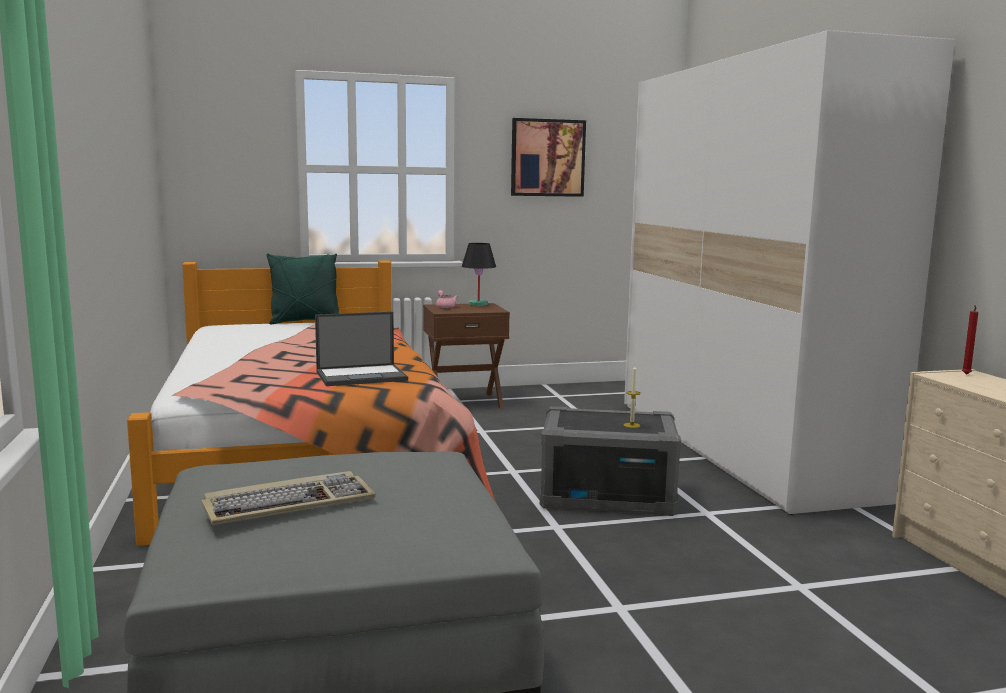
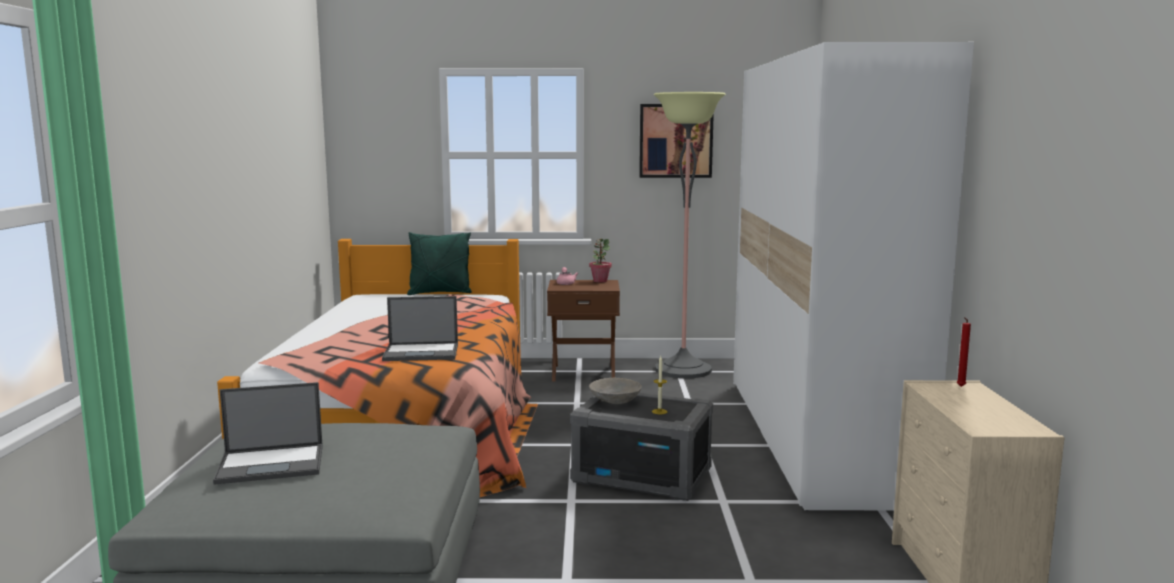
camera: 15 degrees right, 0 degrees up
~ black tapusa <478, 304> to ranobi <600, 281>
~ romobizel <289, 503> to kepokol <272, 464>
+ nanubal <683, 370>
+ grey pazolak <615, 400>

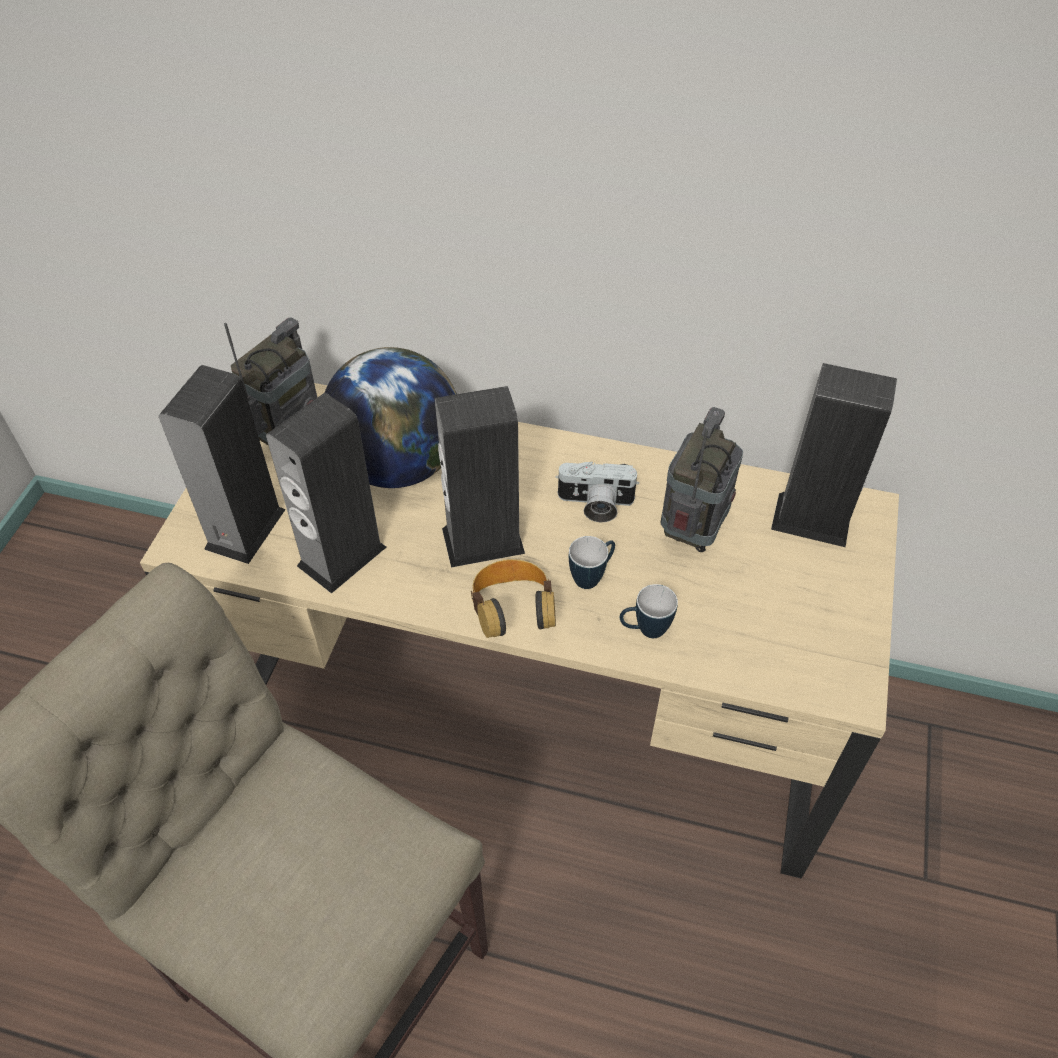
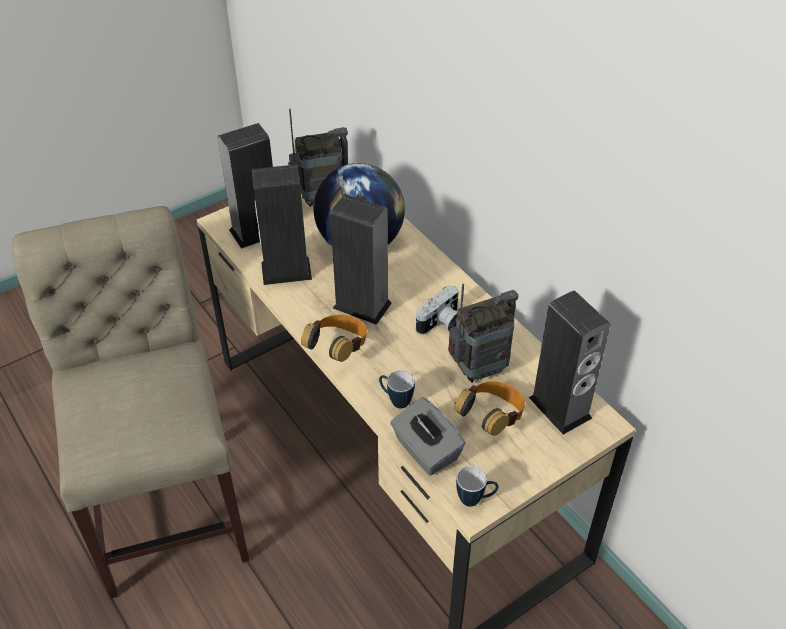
camera: 40 degrees right, 5 degrees down
~ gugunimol <595, 505> = <441, 323> 90 degrees counterclockwise
~ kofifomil <592, 576> to <475, 499>
+ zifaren <491, 418>
+ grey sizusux <426, 450>

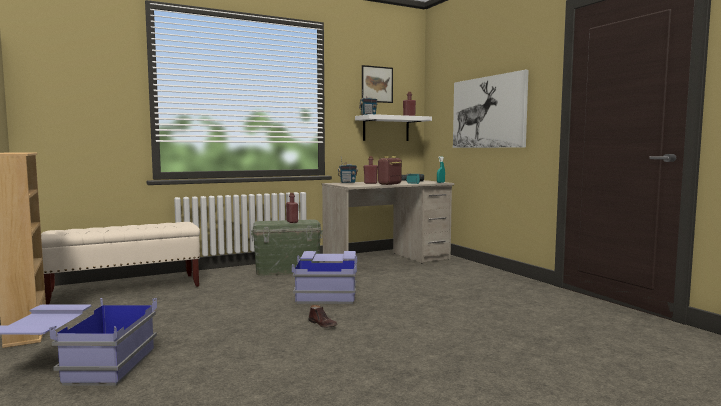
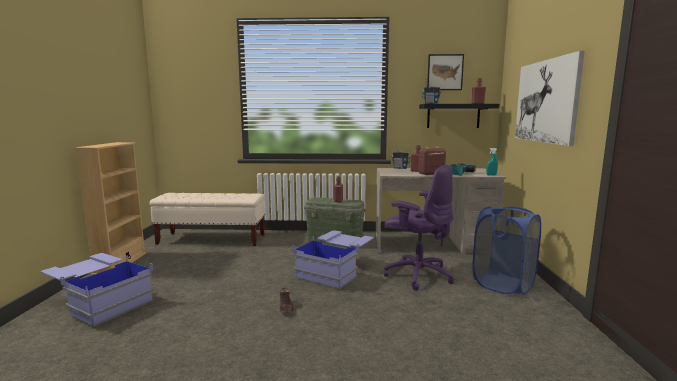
camera: 30 degrees right, 5 degrees up
~ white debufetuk <386, 128> to black debufetuk <453, 116>
+ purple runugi <417, 275>
+ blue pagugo <503, 284>

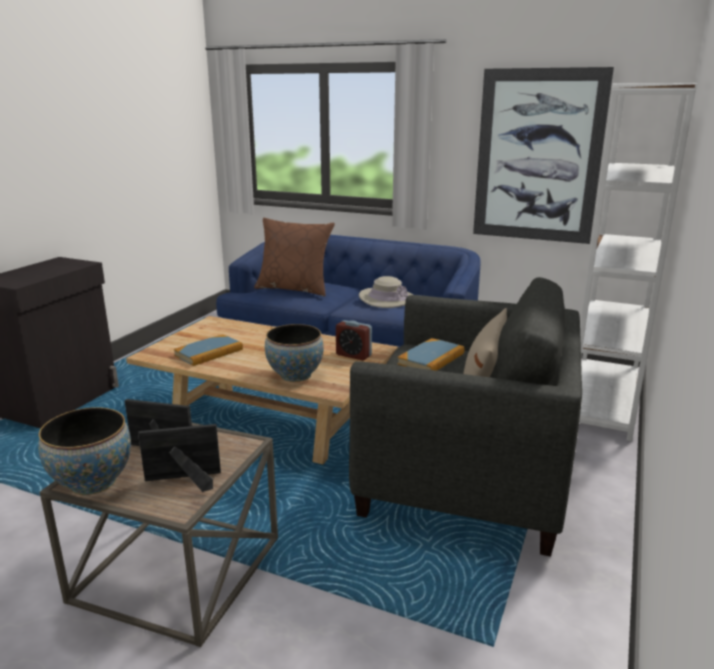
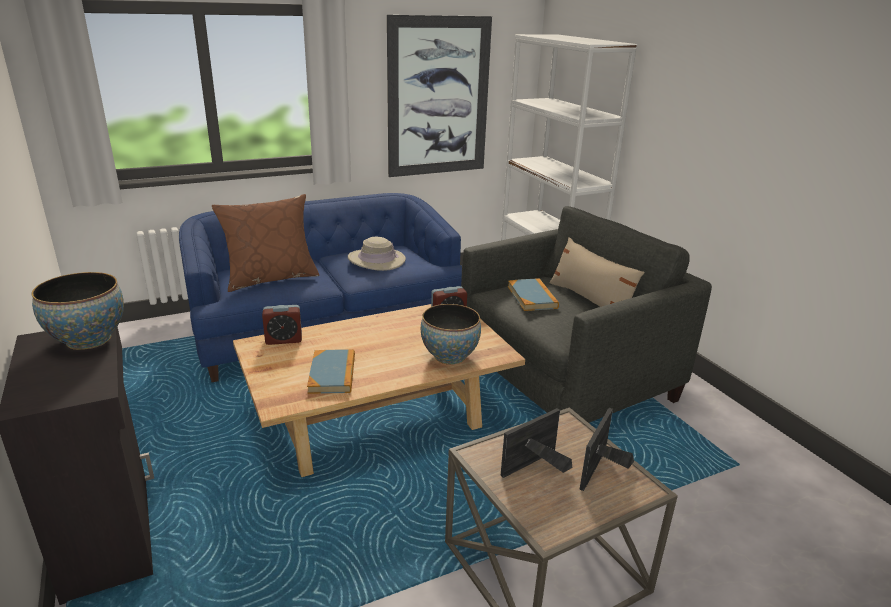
camera: 50 degrees left, 5 degrees up
~ pazolak <93, 482> to <88, 340>
+ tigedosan <284, 340>

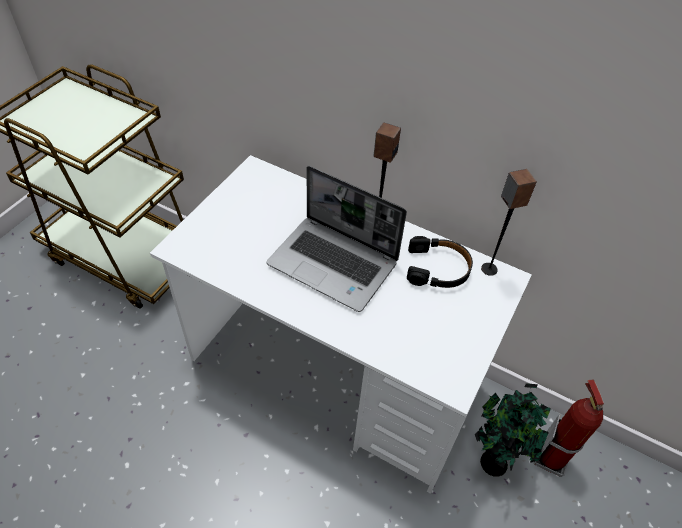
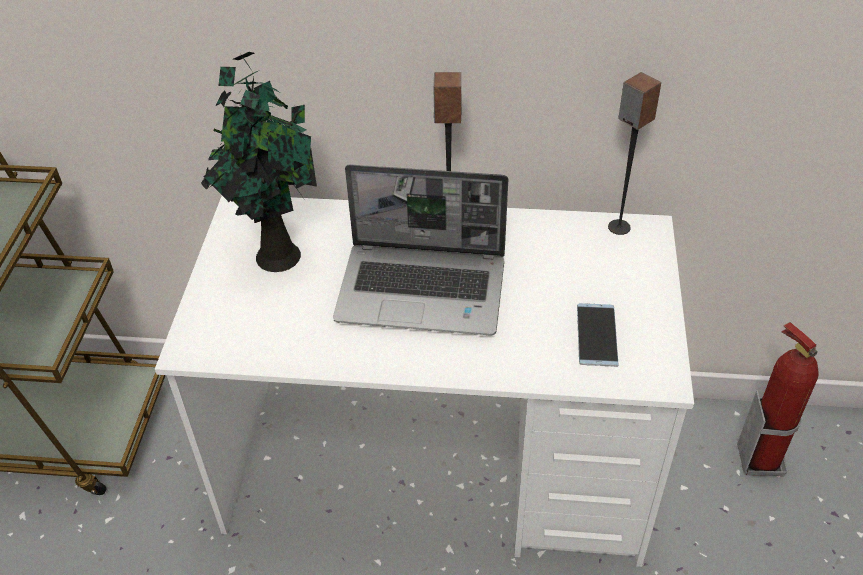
camera: 20 degrees left, 5 degrees down
- black zifaren <438, 268>
~ ranobi <493, 460> to <276, 253>
+ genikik <596, 335>

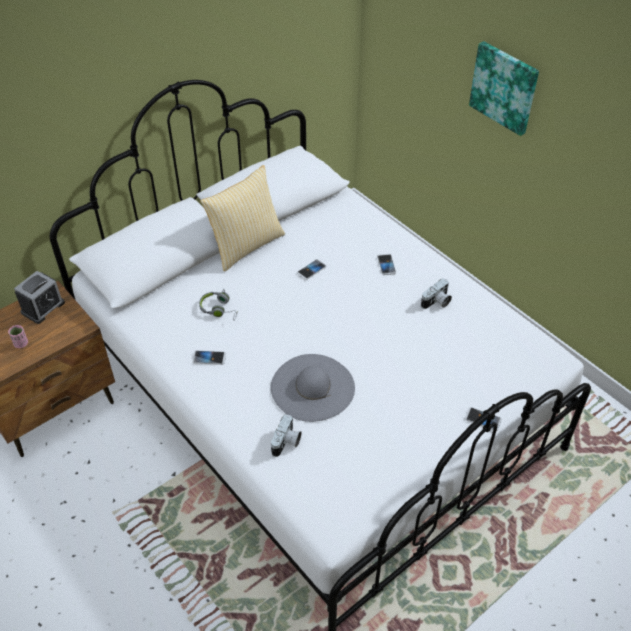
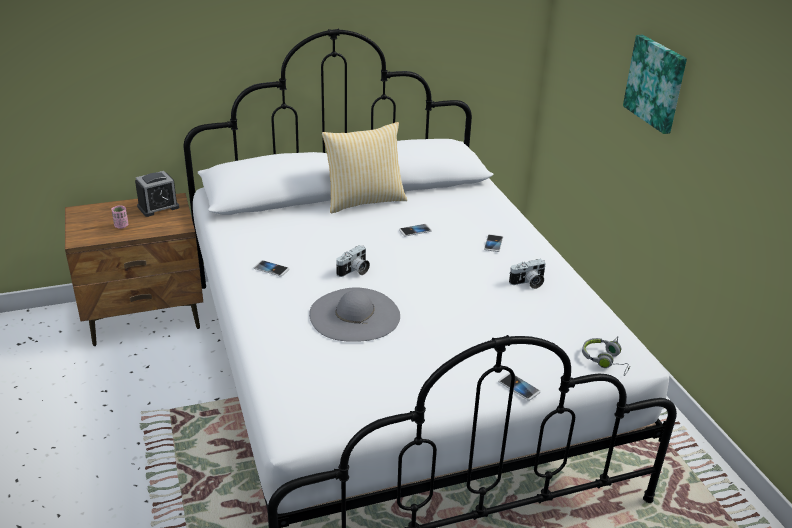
camera: 20 degrees right, 15 degrees down
~ grey zifaren <219, 309> to <605, 361>
~ gugunimol <287, 443> to <354, 271>

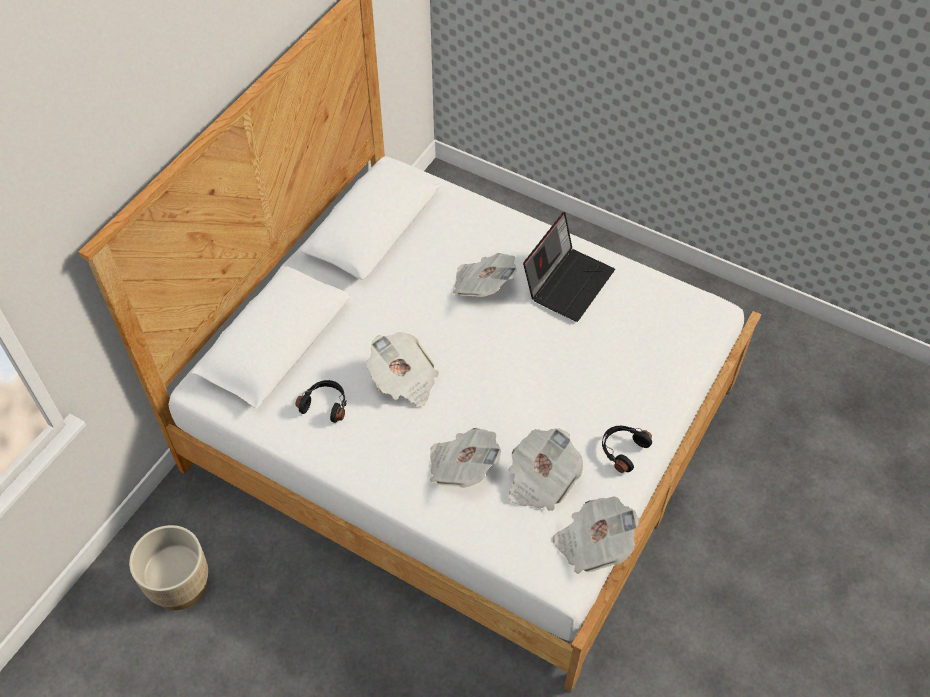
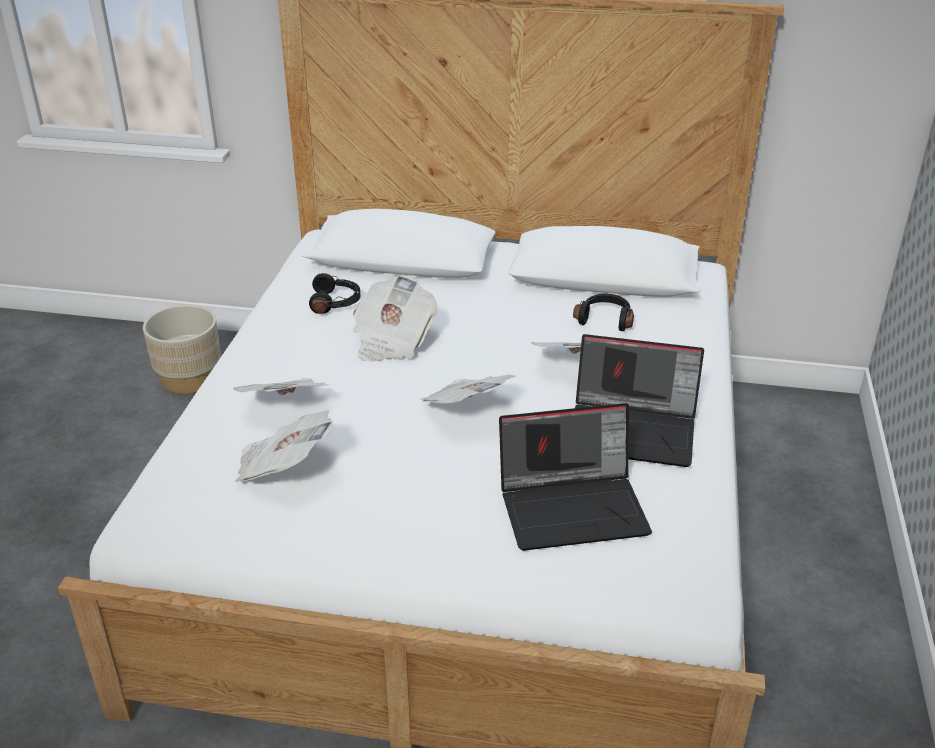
camera: 70 degrees right, 20 degrees down
~ black zifaren <622, 450> to <605, 319>
~ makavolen <593, 544> to <467, 409>
+ kepokol <574, 507>

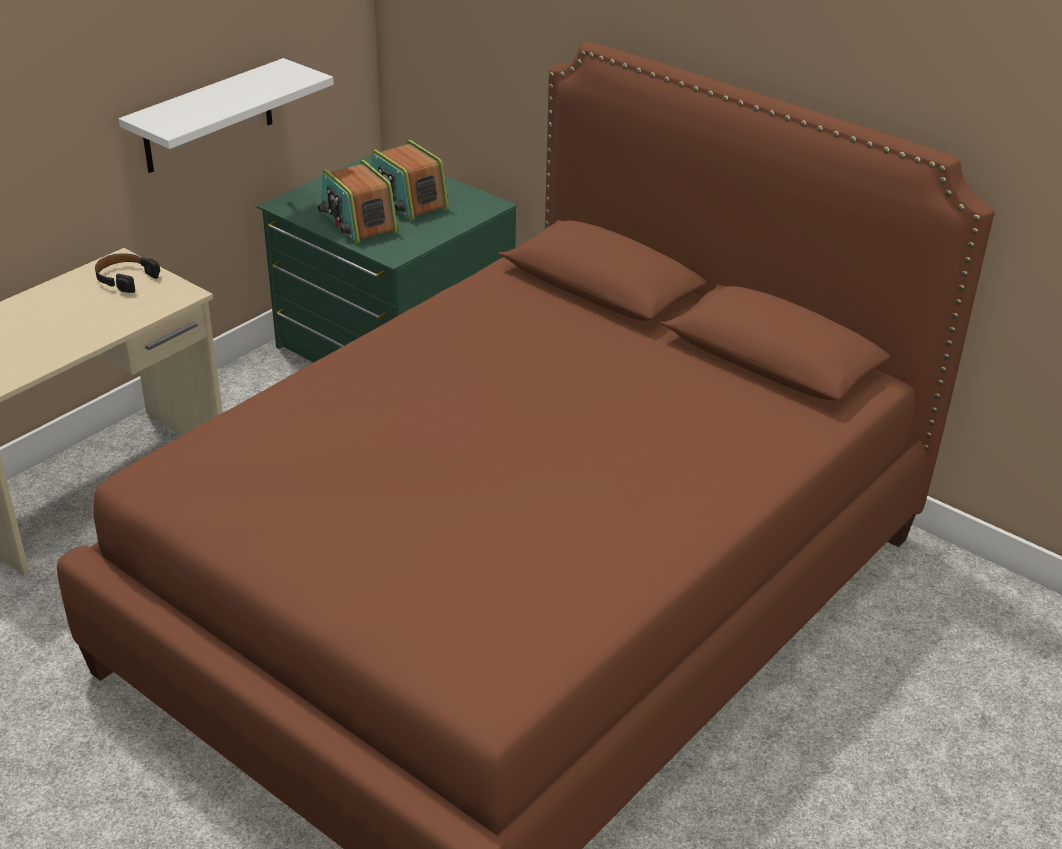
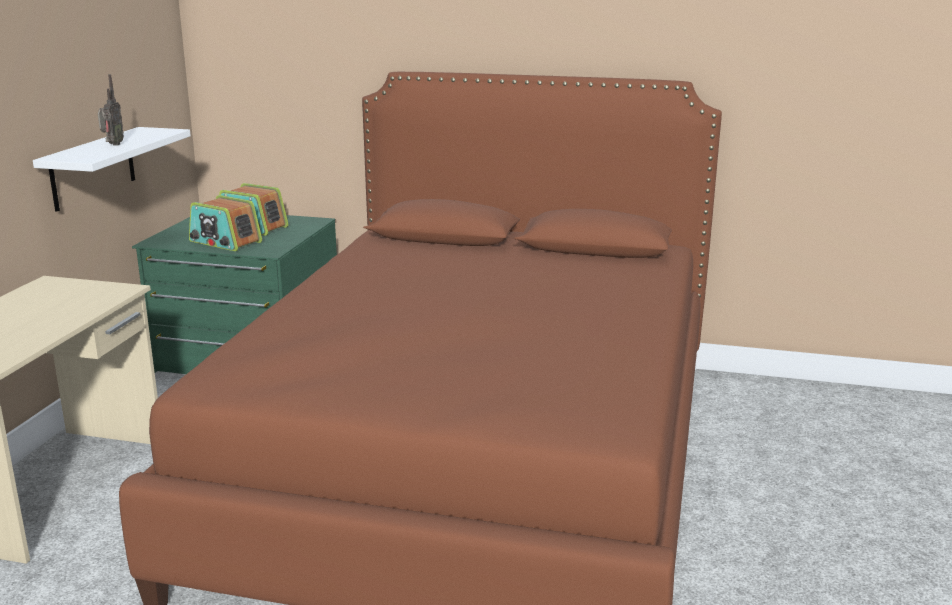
camera: 25 degrees left, 15 degrees down
- black zifaren <125, 278>
+ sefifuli <112, 145>

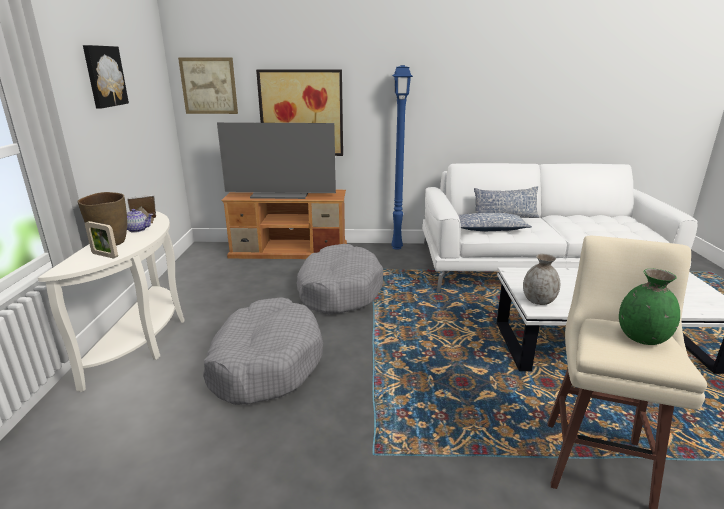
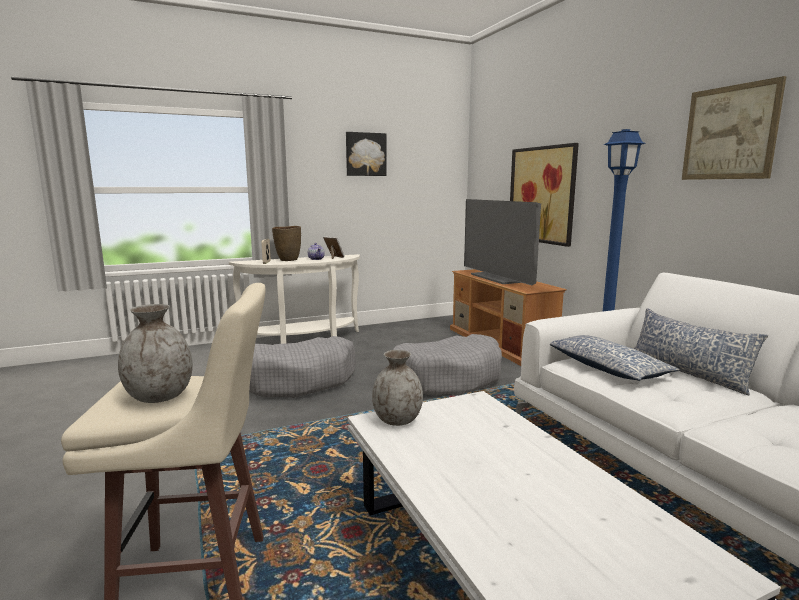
camera: 65 degrees right, 10 degrees down
~ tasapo <209, 86> to <729, 133>
~ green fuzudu <642, 338> to grey fuzudu <160, 397>

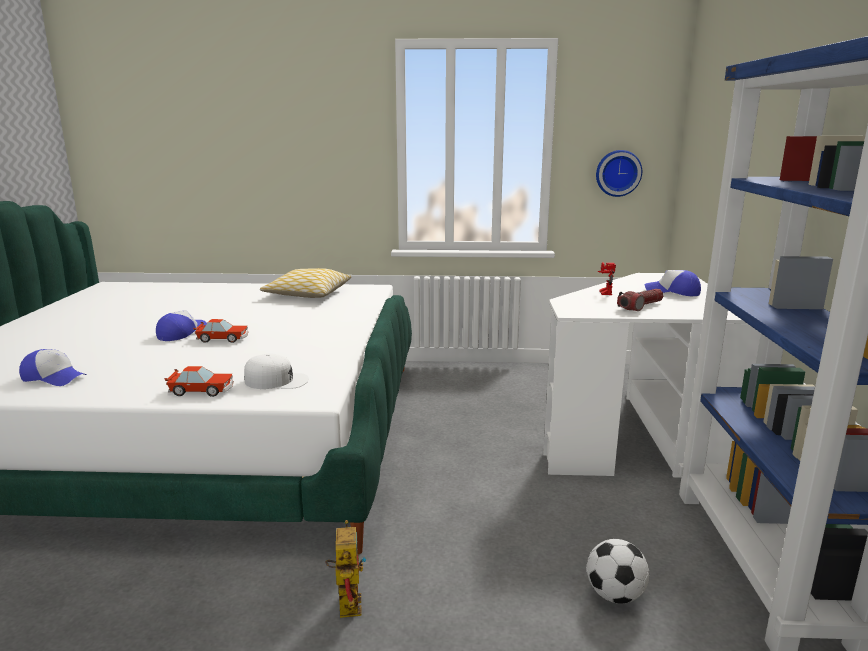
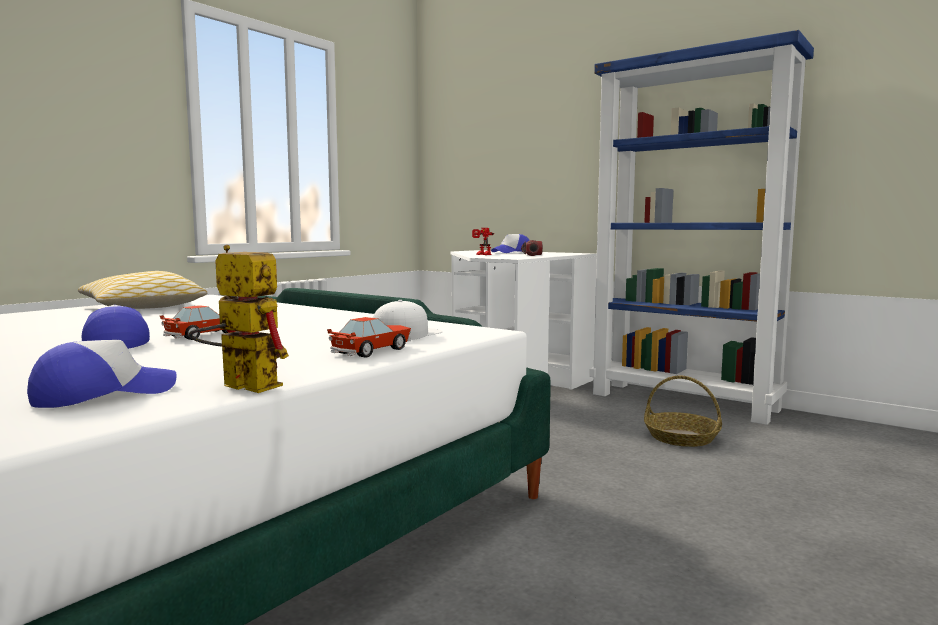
camera: 55 degrees left, 10 degrees down
- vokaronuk <618, 173>
~ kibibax <347, 600> to <239, 386>
~ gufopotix <615, 595> to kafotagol <681, 437>

